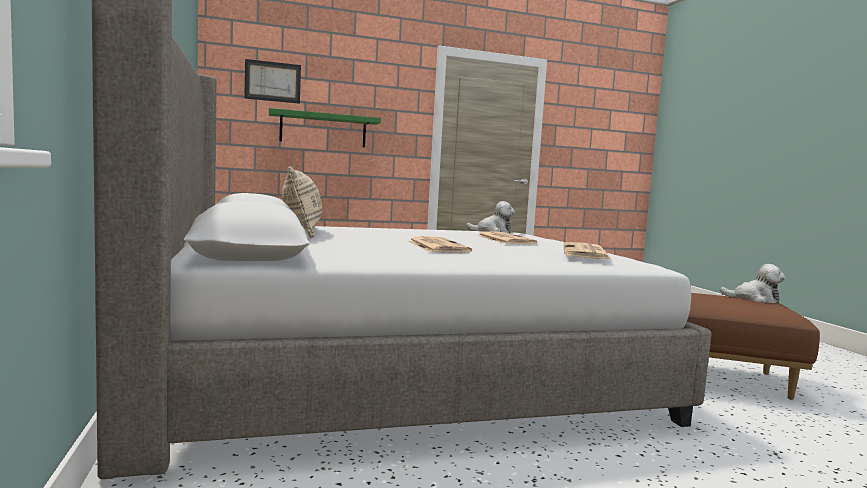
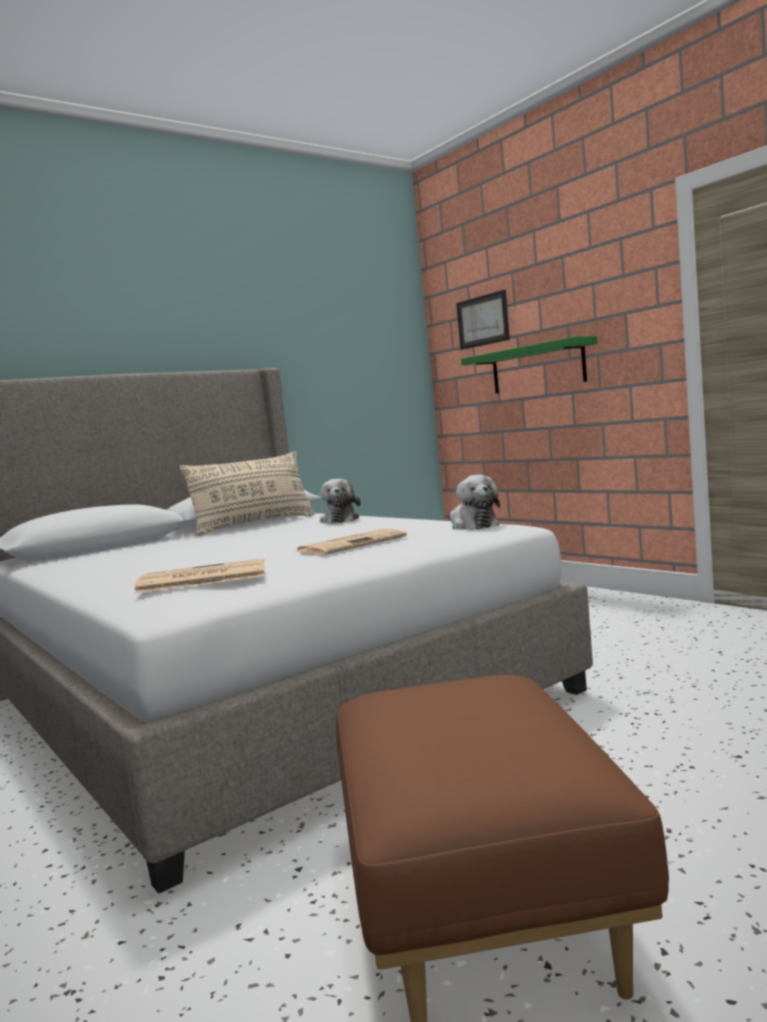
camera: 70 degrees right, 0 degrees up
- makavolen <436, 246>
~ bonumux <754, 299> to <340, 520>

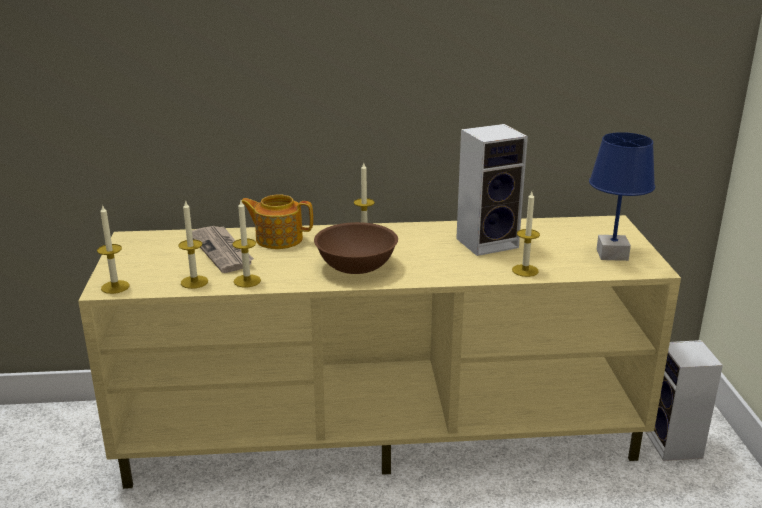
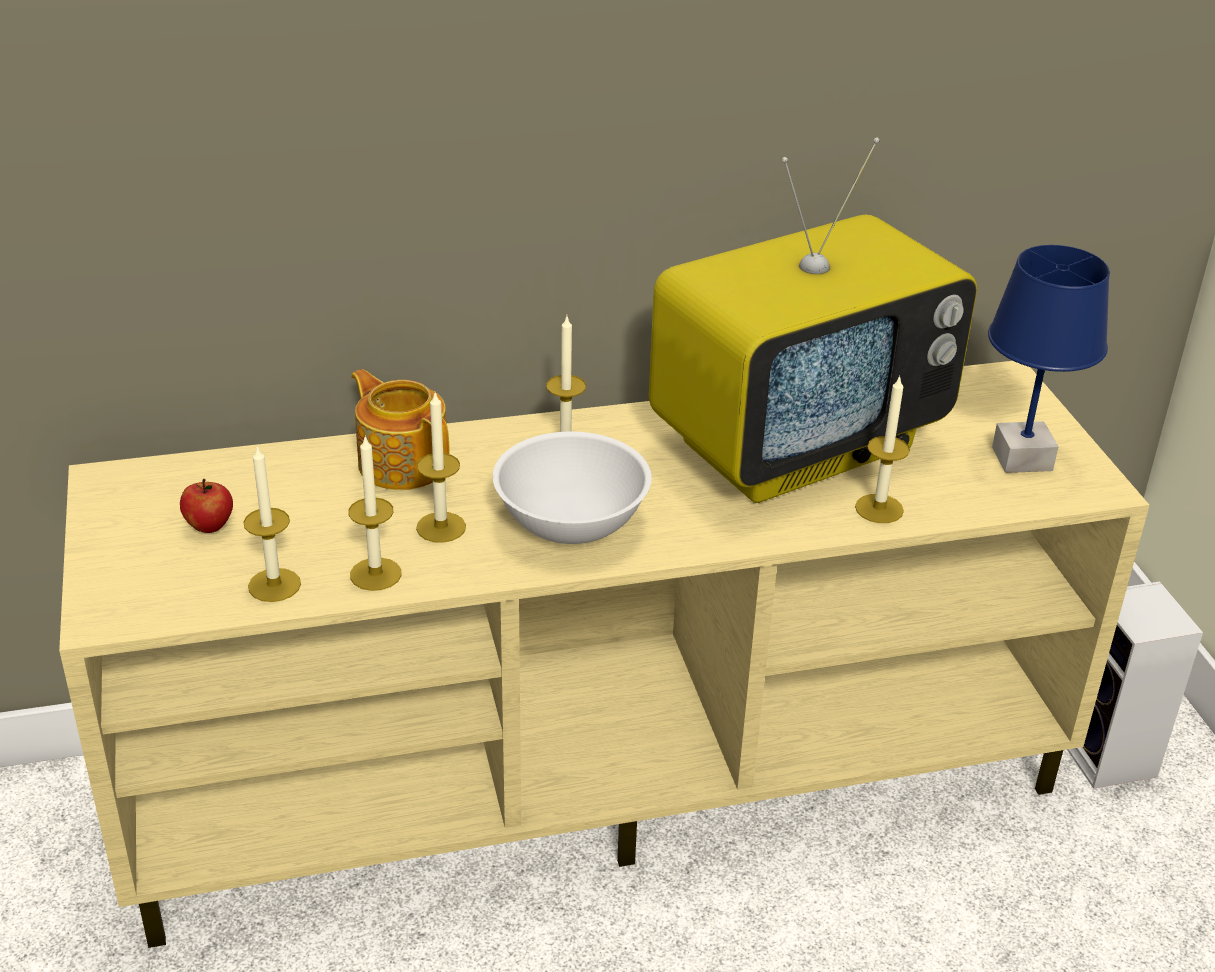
camera: 10 degrees left, 10 degrees up
~ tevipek <488, 242> to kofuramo <797, 444>
~ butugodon <278, 239> = <403, 463> 45 degrees clockwise
~ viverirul <115, 287> to <441, 527>
~ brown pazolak <355, 266> to white pazolak <570, 522>
- makavolen <222, 251>
+ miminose <210, 526>

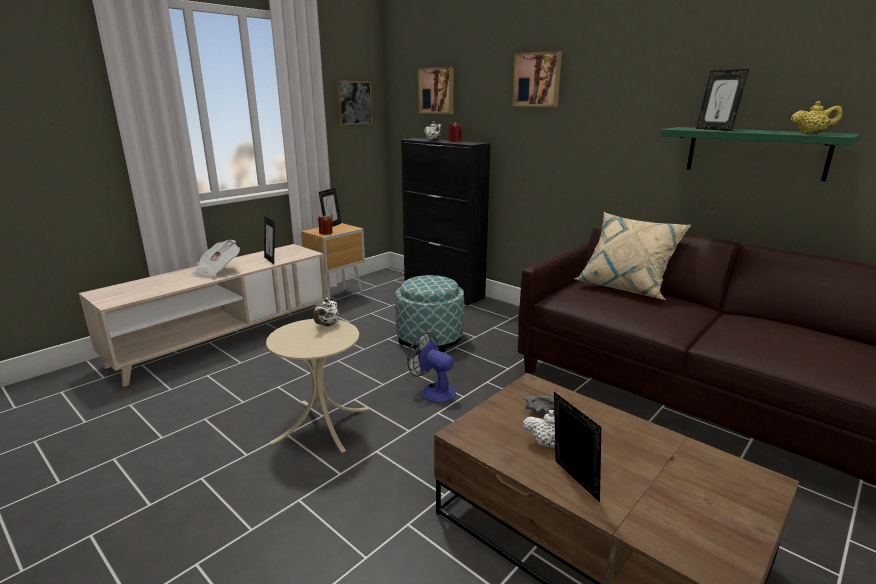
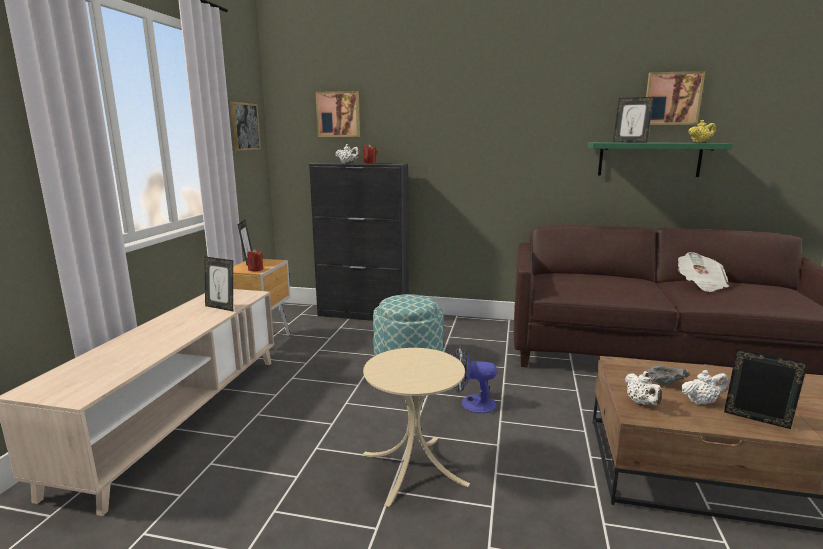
camera: 30 degrees left, 5 degrees down
~ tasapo <537, 79> to <672, 99>
- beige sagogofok <626, 287>
~ makavolen <216, 271> to <700, 284>
~ white butugodon <327, 325> to <641, 403>

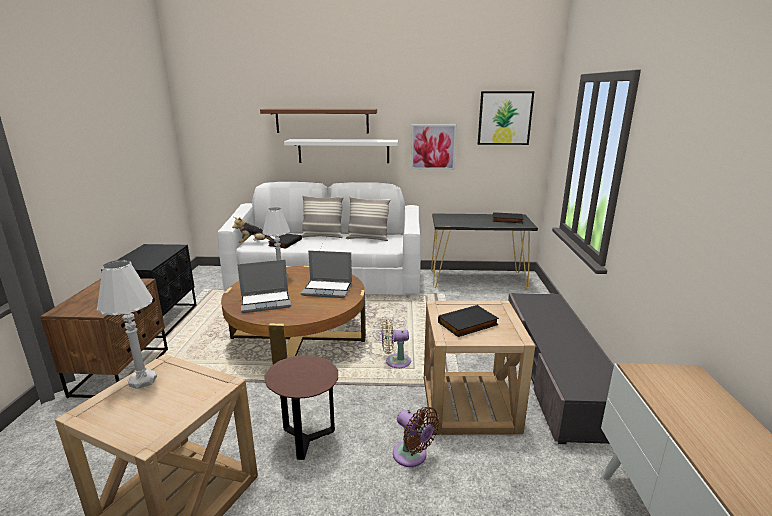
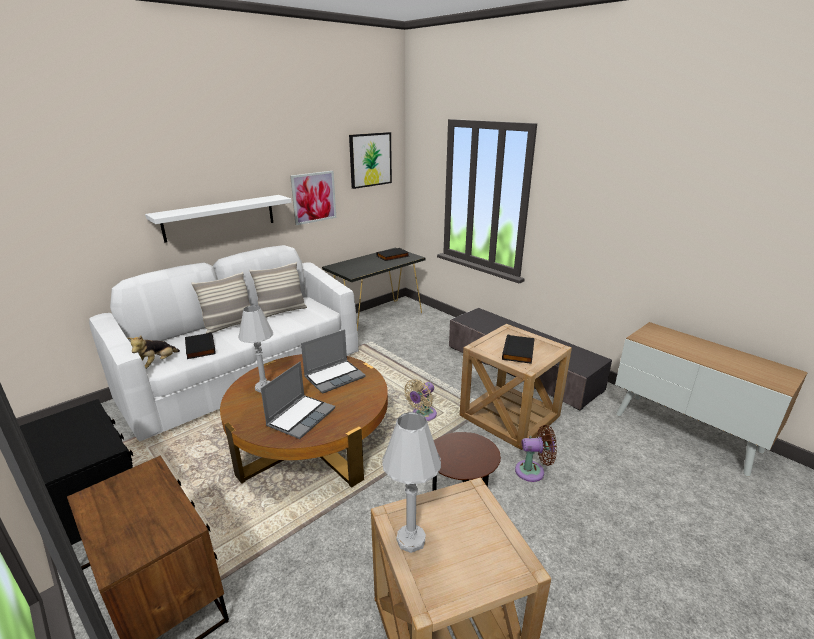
camera: 45 degrees left, 5 degrees up
- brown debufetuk <322, 121>

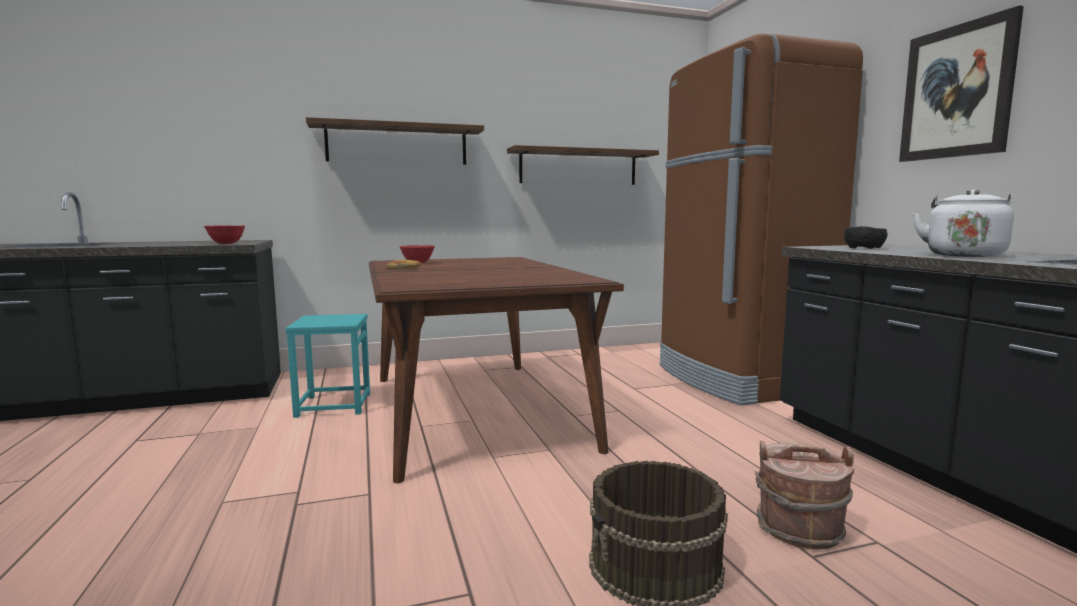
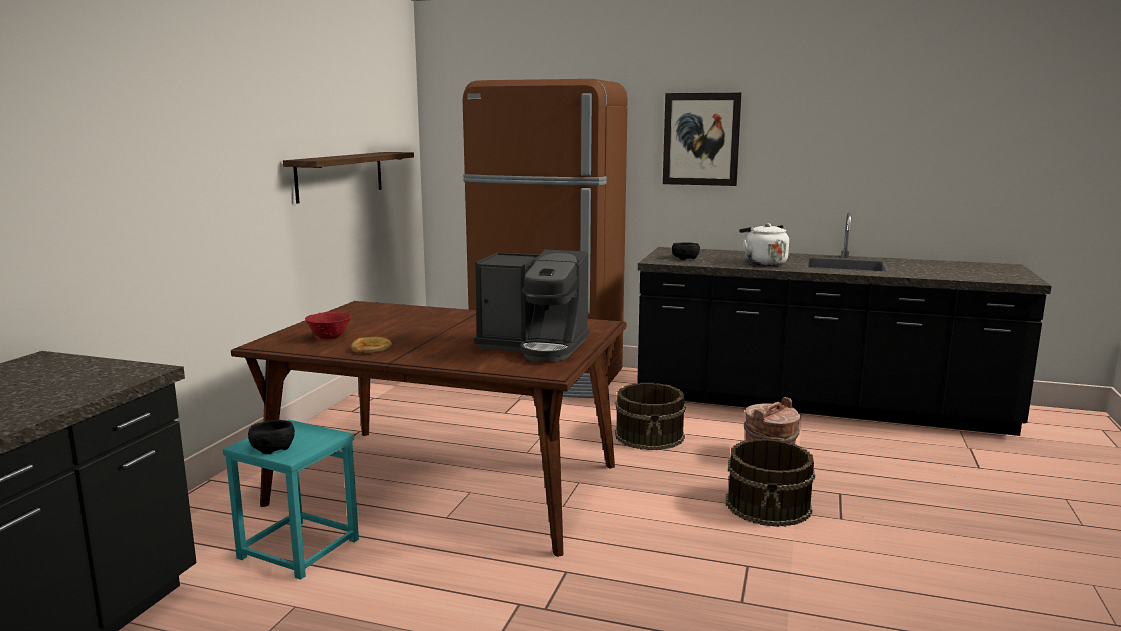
camera: 55 degrees left, 5 degrees up
- debufetuk <397, 144>
- red pazolak <226, 243>
+ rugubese <534, 346>
+ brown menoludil <650, 436>
+ black pazolak <272, 447>

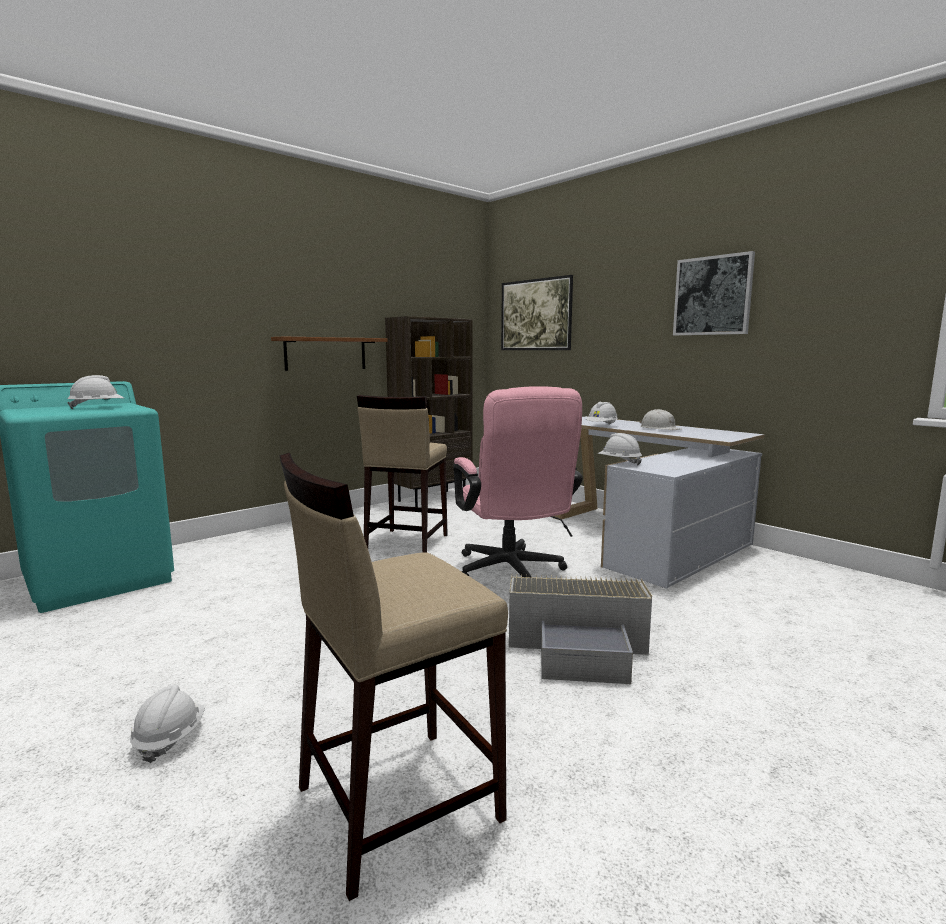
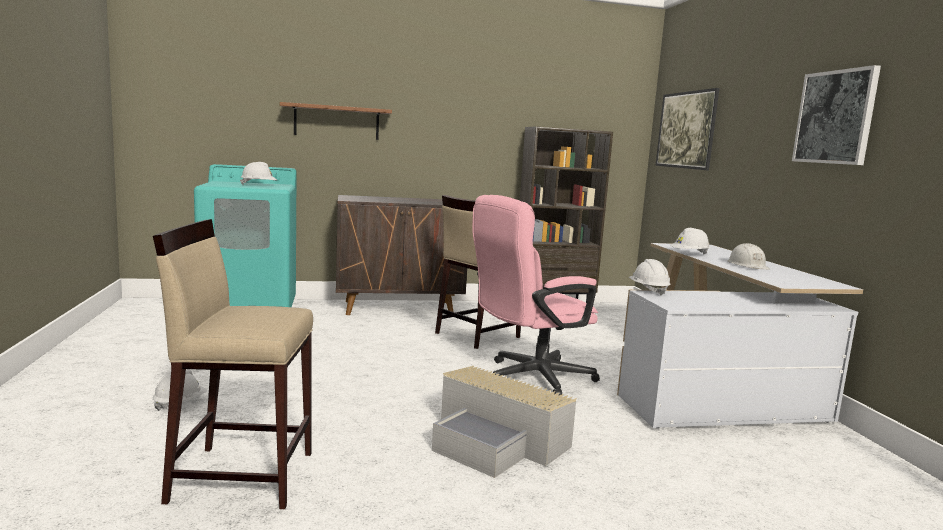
camera: 30 degrees right, 0 degrees up
~ brown debufetuk <326, 353> to <336, 122>
~ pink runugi <512, 573> = <529, 378> 45 degrees clockwise
+ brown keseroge <399, 308>

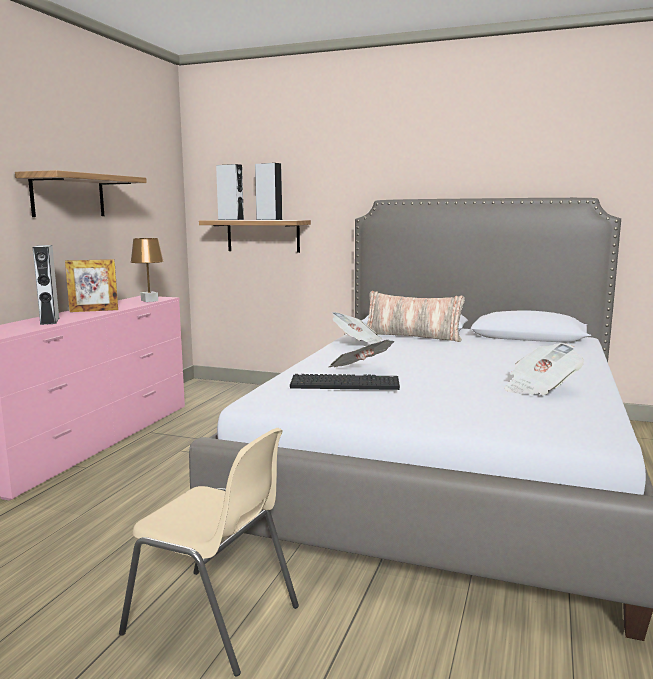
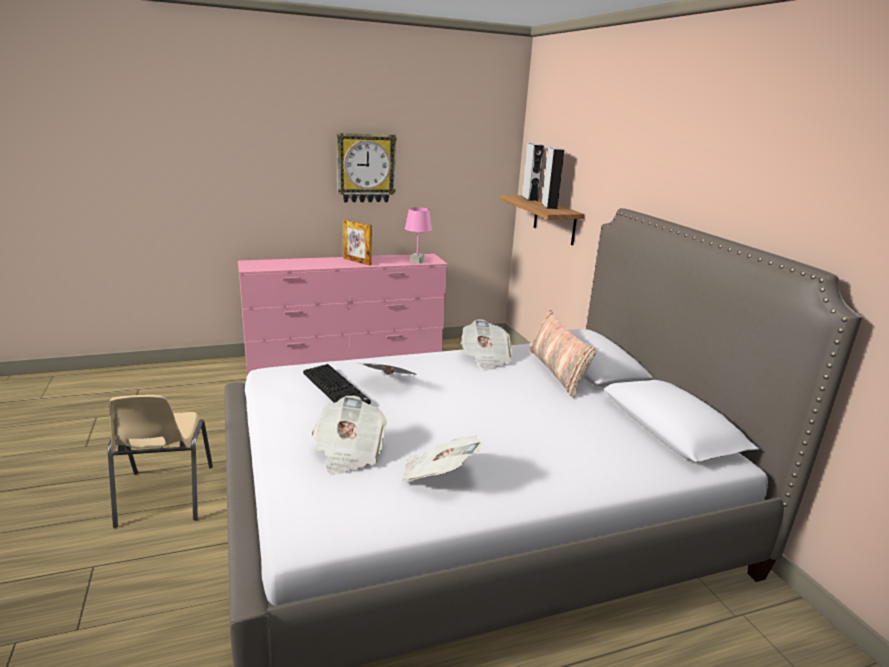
camera: 50 degrees right, 10 degrees up
~ debufetuk <68, 196> to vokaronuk <365, 168>
~ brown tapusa <149, 300> to pink tapusa <417, 261>
- grey tevipek <49, 321>
+ makavolen <348, 452>

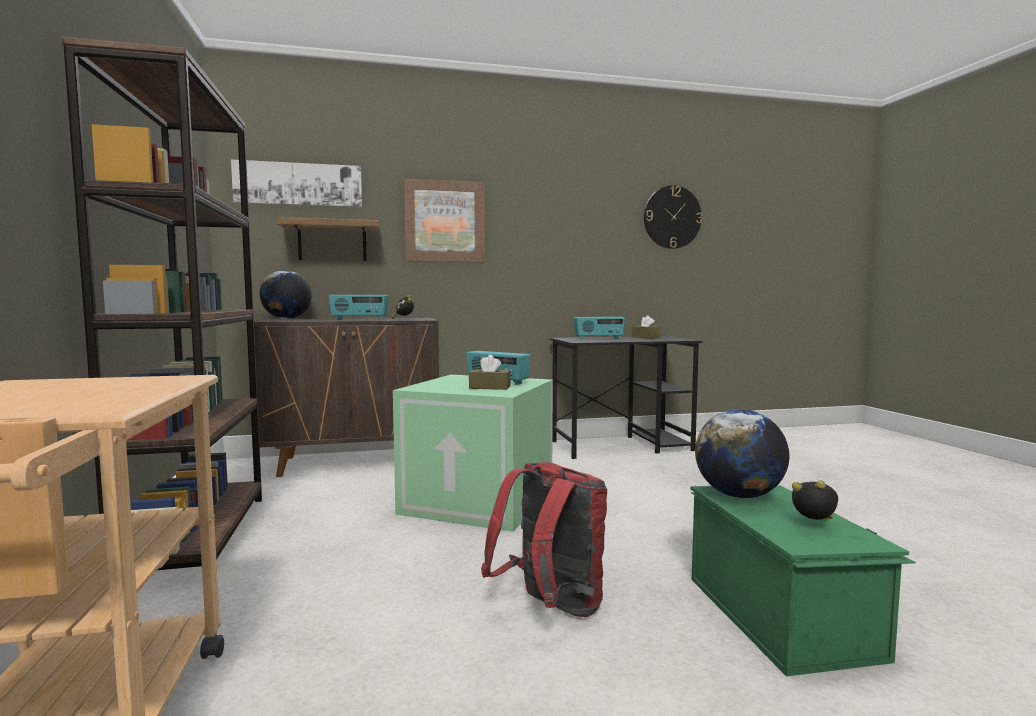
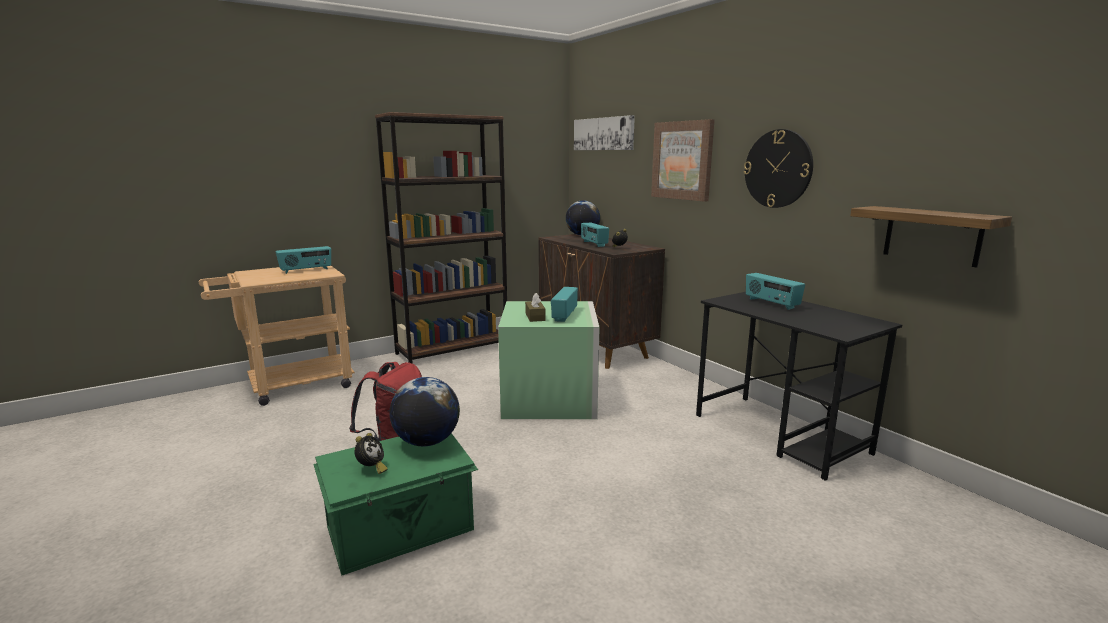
camera: 70 degrees right, 10 degrees up
~ vokaronuk <672, 217> to <778, 169>
~ debufetuk <332, 241> to <932, 235>
- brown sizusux <645, 337>
+ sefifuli <306, 270>

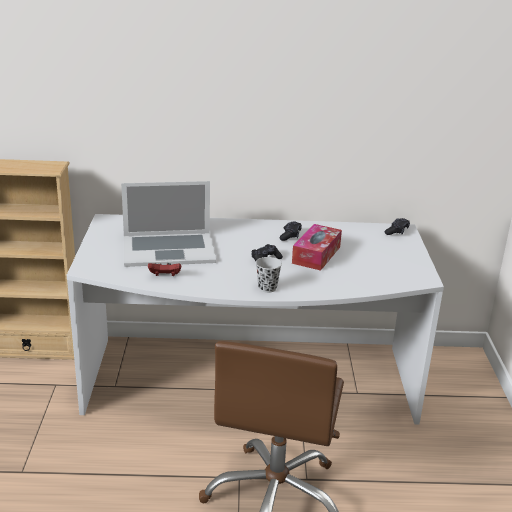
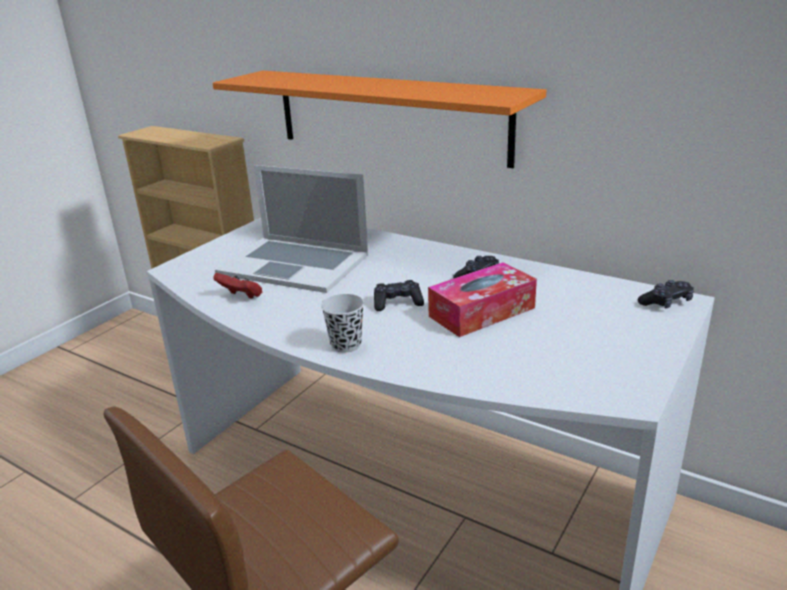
camera: 35 degrees right, 0 degrees up
+ orange debufetuk <389, 116>

